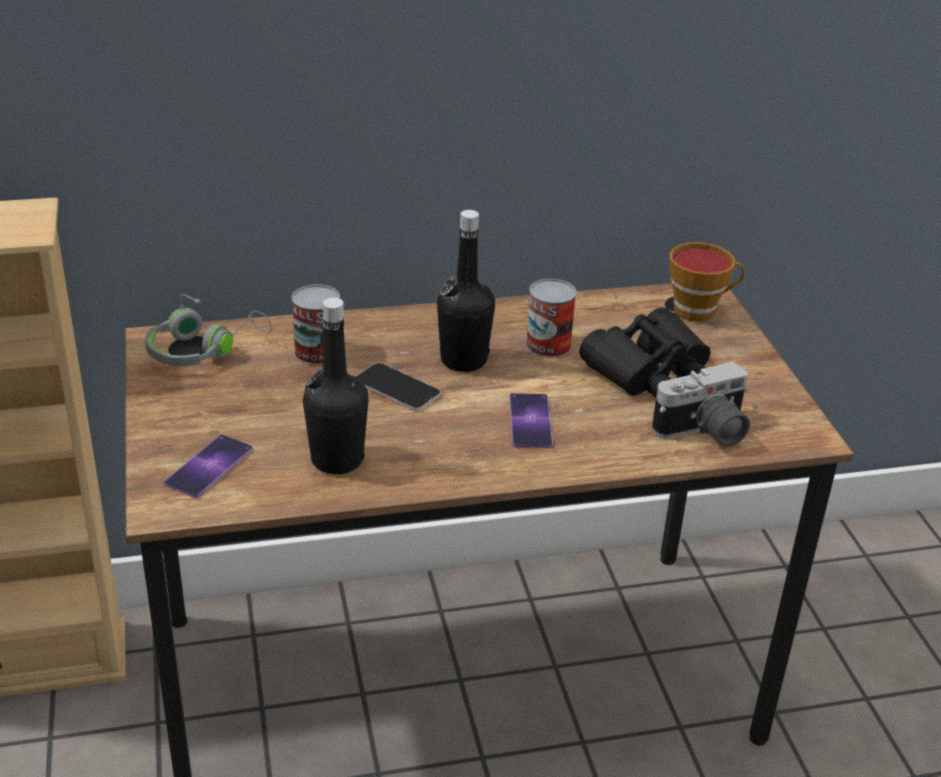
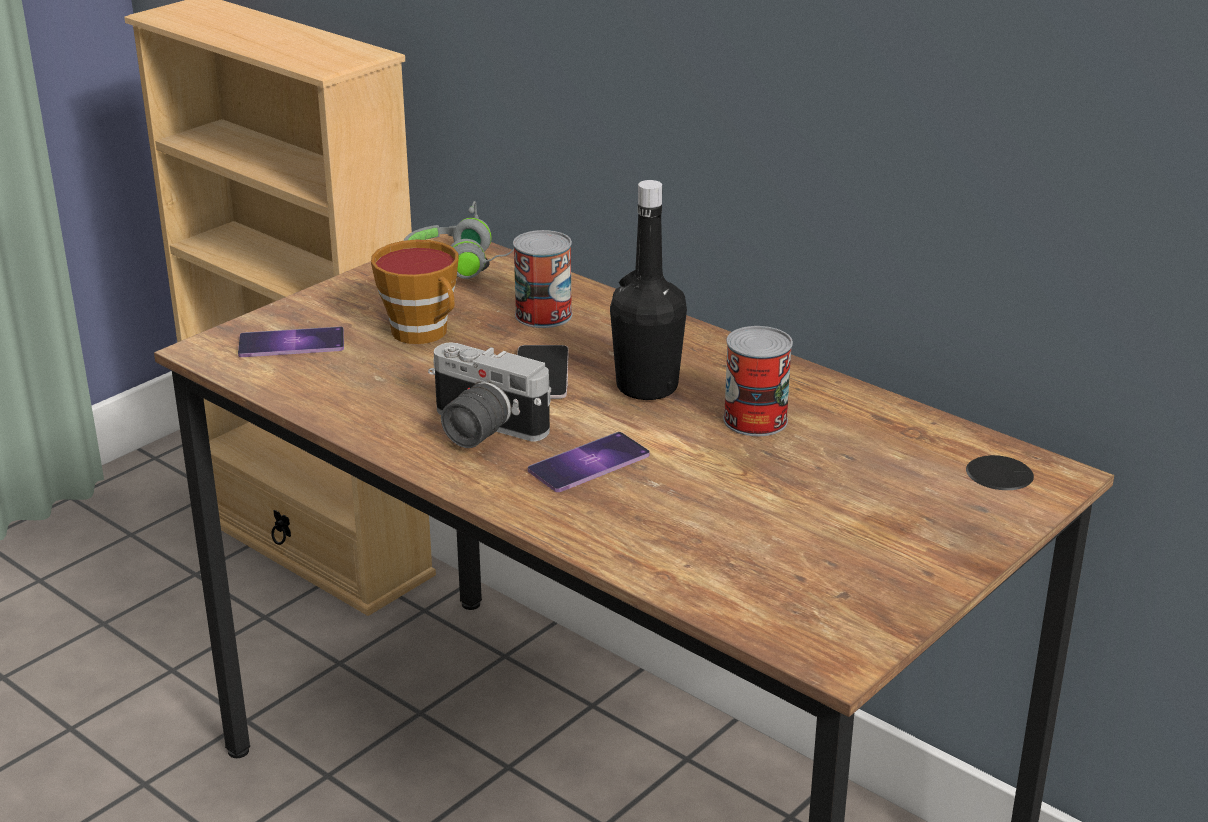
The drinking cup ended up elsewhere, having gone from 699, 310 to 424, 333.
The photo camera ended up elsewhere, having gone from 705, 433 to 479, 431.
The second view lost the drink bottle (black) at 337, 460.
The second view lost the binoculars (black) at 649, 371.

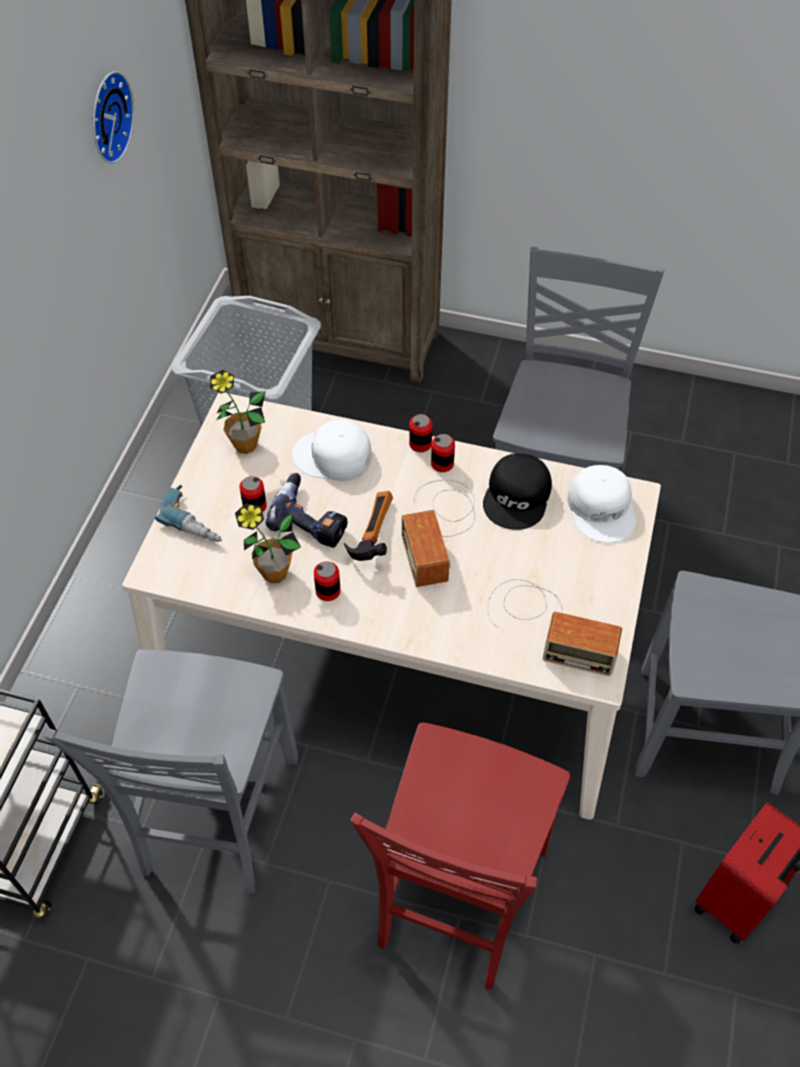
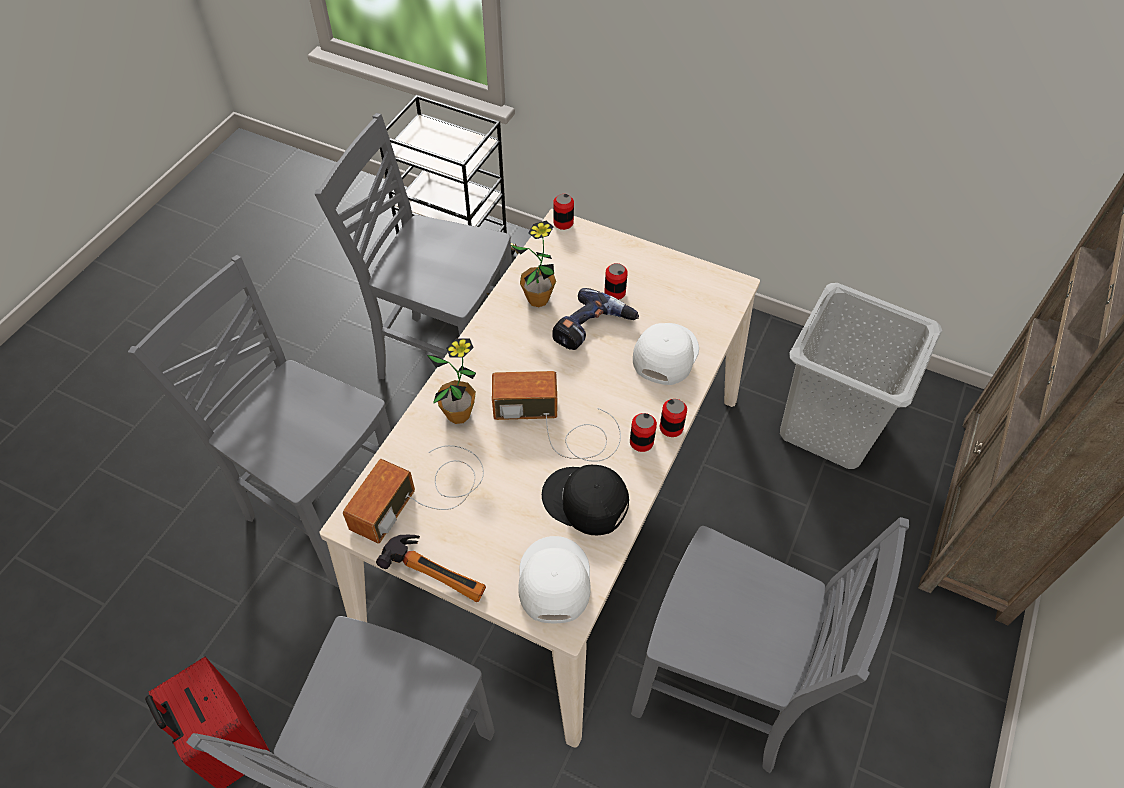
What was the upright chair (red-coloured) at 457, 898 turned into the upright chair (greyish) at 323, 510.
The tool hammer ended up elsewhere, having gone from 369, 534 to 438, 573.
The houseplant ended up elsewhere, having gone from 245, 445 to 458, 414.
The baseball cap (whitish) at 602, 508 ended up facing another way, 90 degrees clockwise from before.
The sealed can ended up elsewhere, having gone from 328, 591 to 563, 223.
The second view lost the clock on the wall at 106, 116.
The second view lost the drill at 196, 519.

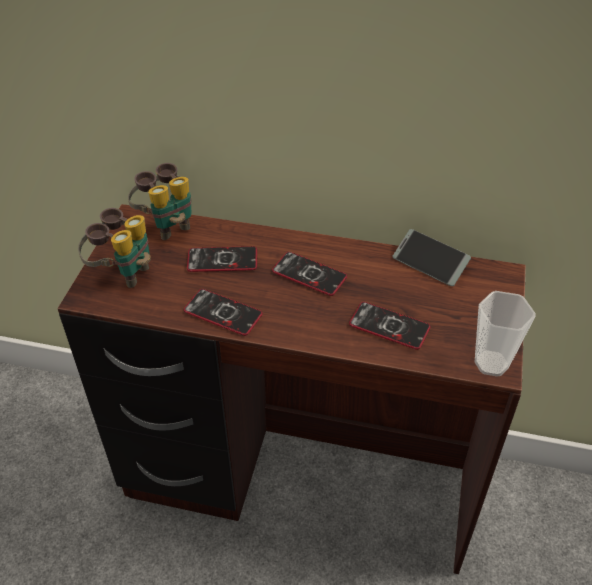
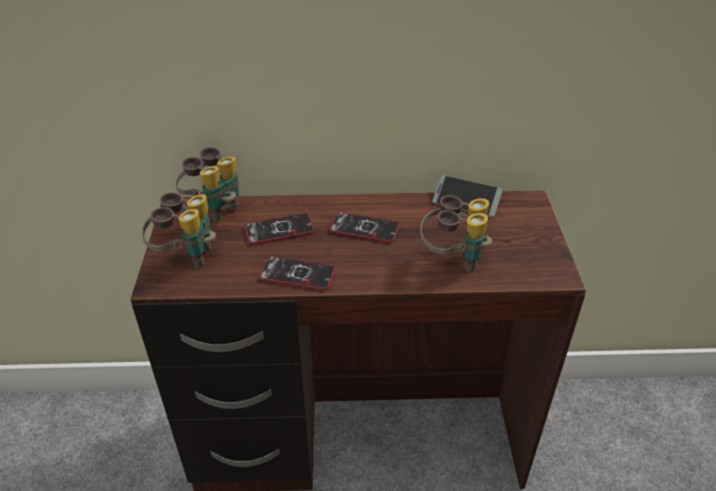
Where the phone stood at 389, 326, the binoculars came to stand at 453, 258.
The second view lost the drinking cup at 491, 363.

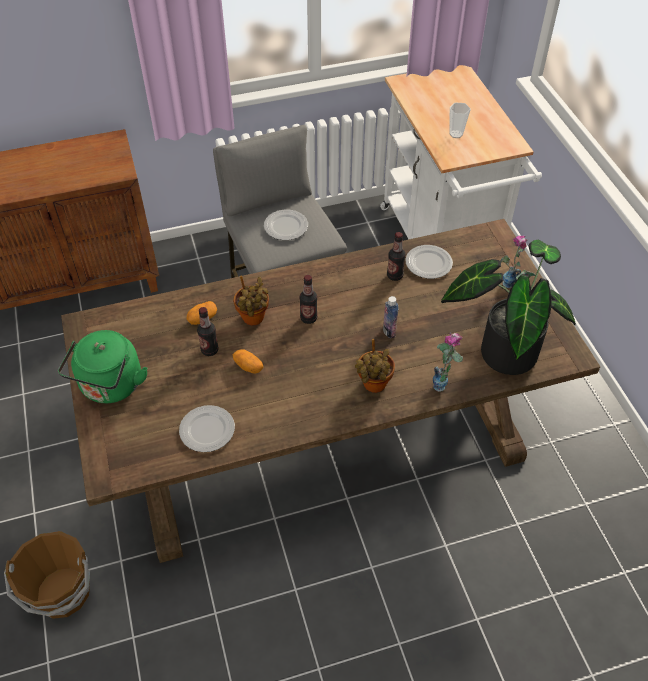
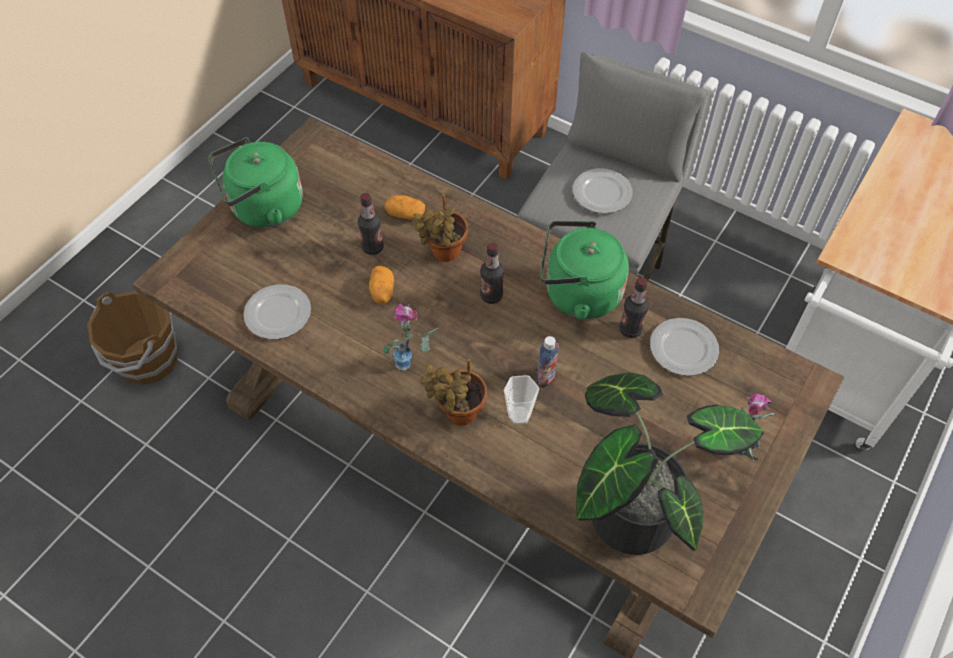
The decorative vase ended up elsewhere, having gone from 444, 382 to 414, 365.
The drinking cup ended up elsewhere, having gone from 456, 134 to 519, 415.
The second view gained the kettle (green-coloured) at 577, 294.

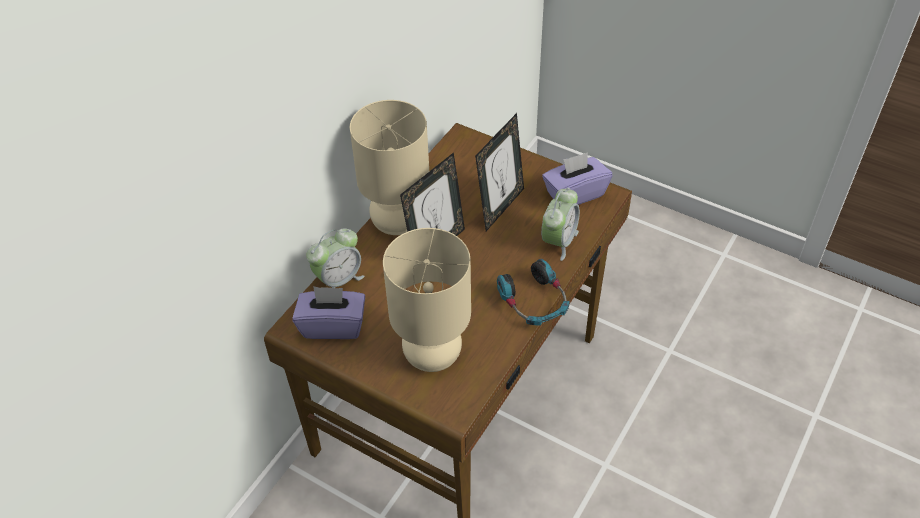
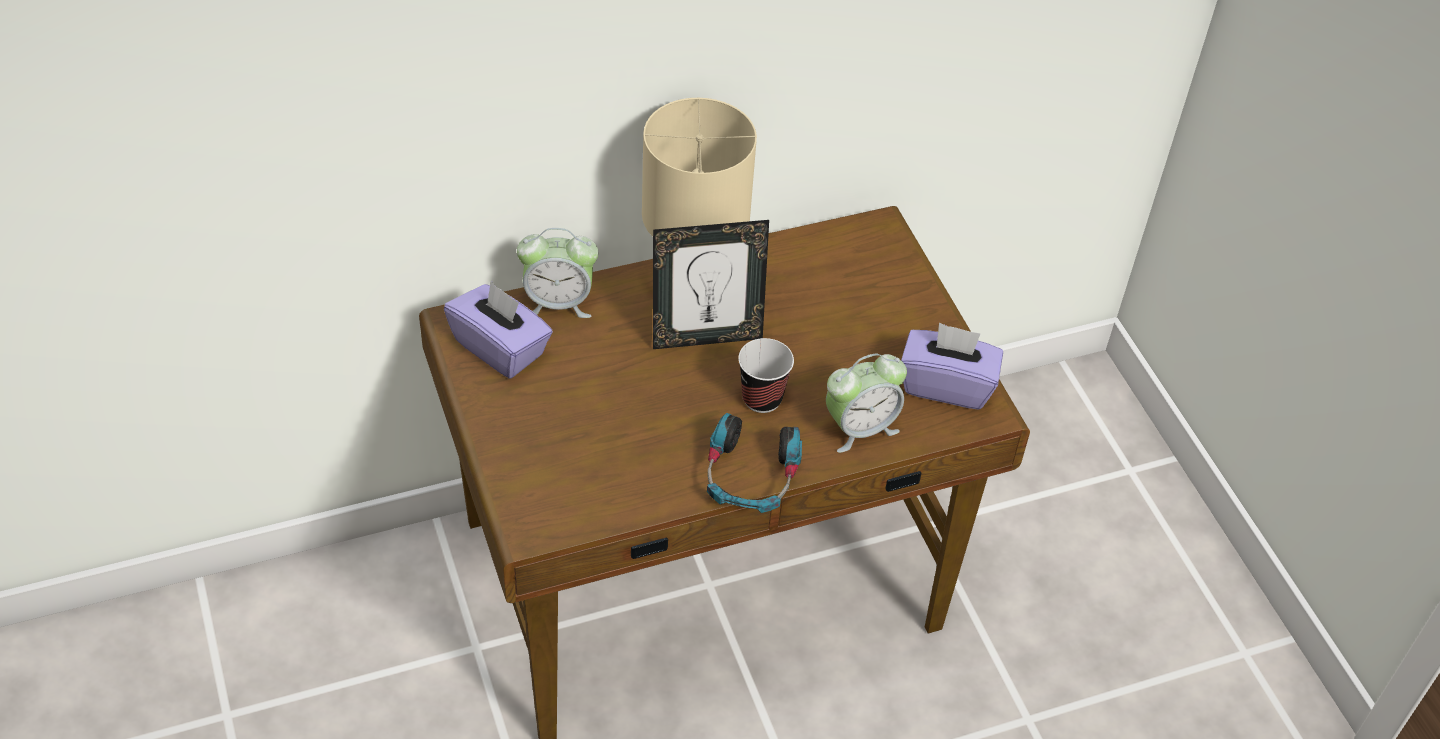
The second view gained the drinking cup at 762, 398.
The second view lost the tabletop lamp (sand-coloured) at 433, 354.
The second view lost the picture frame at 500, 207.

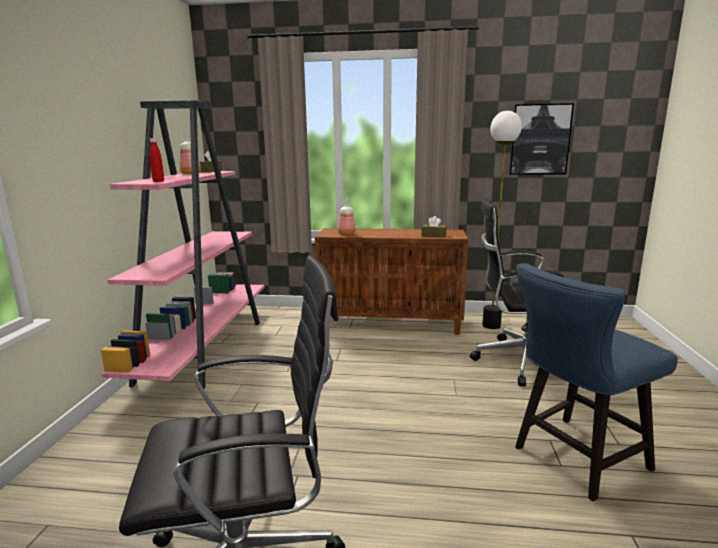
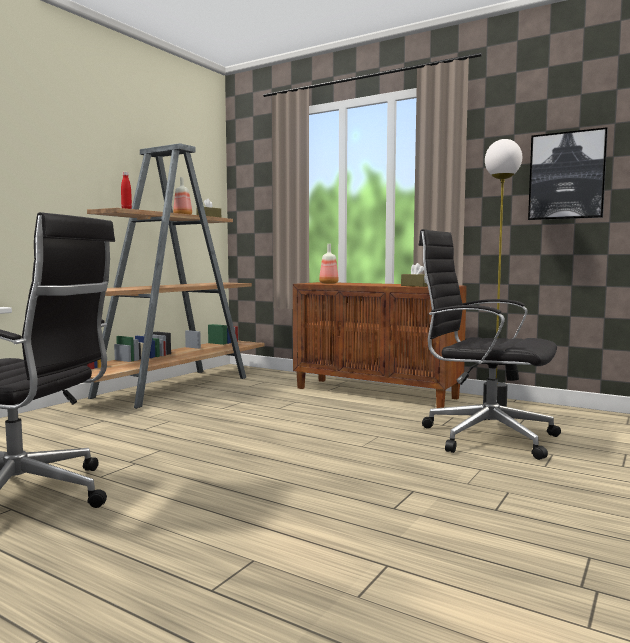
What was the shelving unit (pink-coloured) at 204, 349 turned into the shelving unit (brownish) at 175, 387.
The second view lost the upright chair (blue-coloured) at 573, 460.

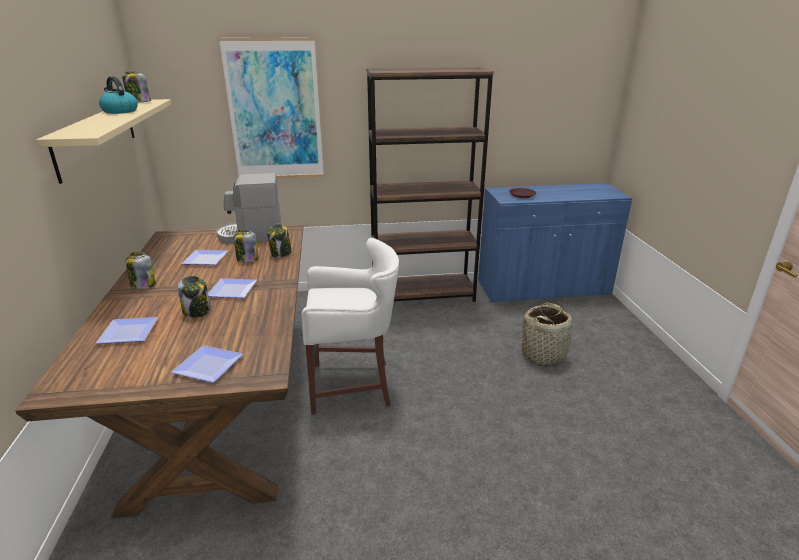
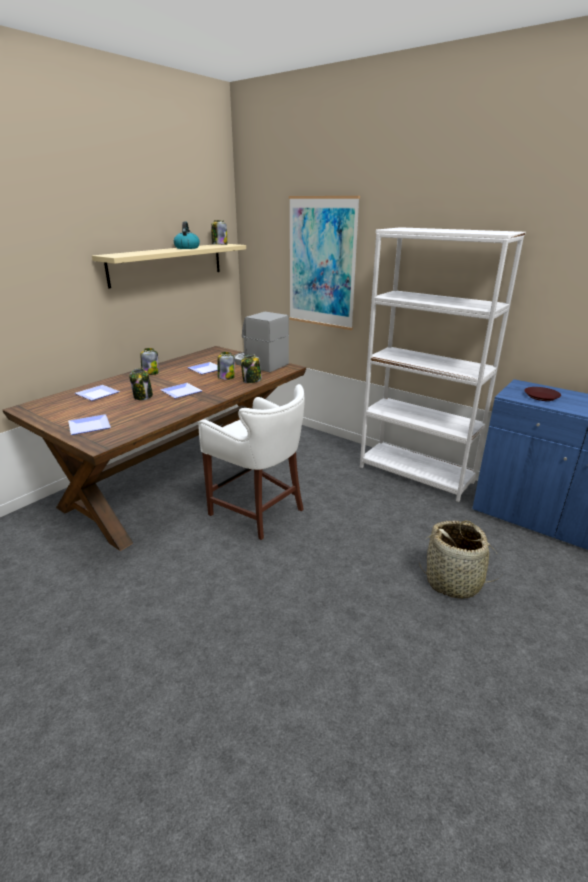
What was the shelving unit (brownish) at 423, 295 turned into the shelving unit (whitish) at 416, 474.

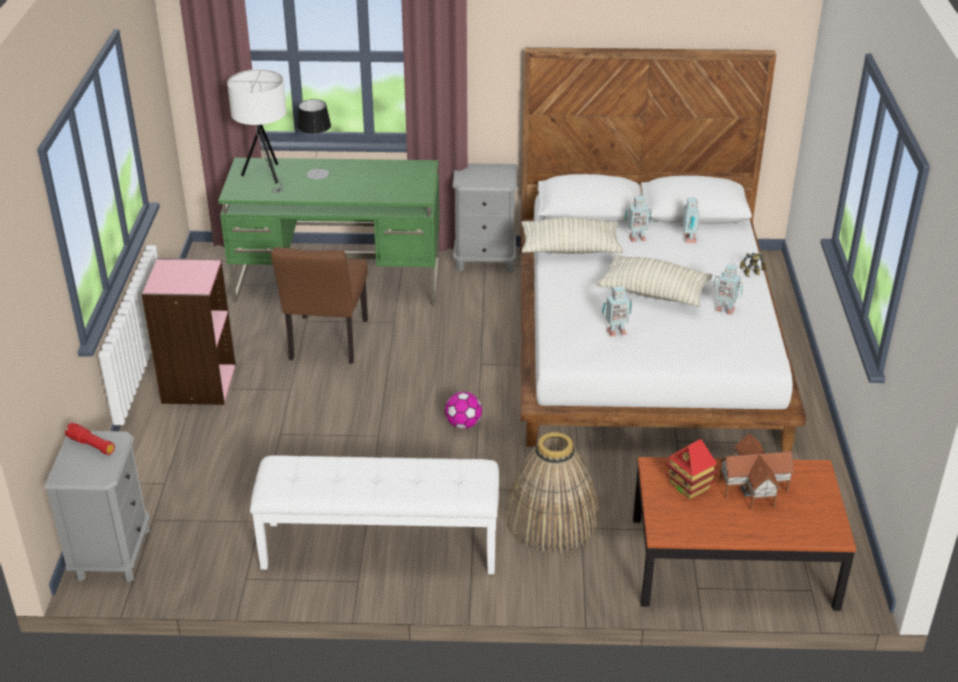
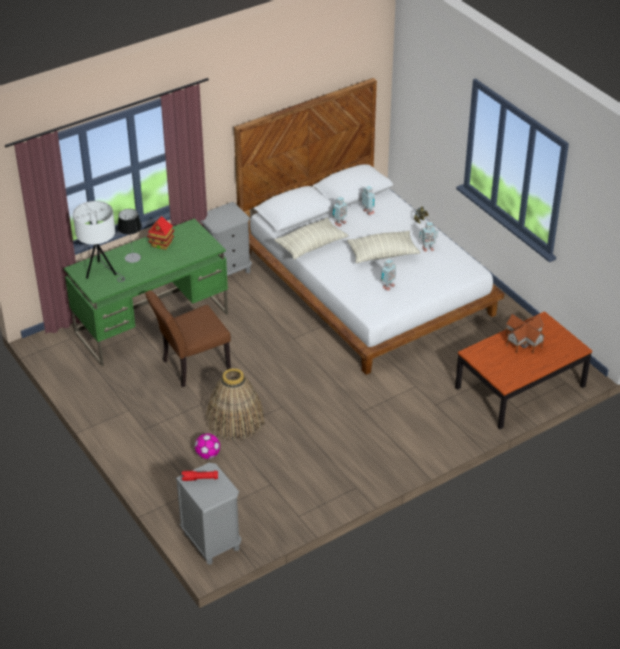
The upright chair (brownish) at 326, 344 ended up facing another way, 90 degrees clockwise from before.
The toy house ended up elsewhere, having gone from 689, 486 to 161, 244.
The football ball ended up elsewhere, having gone from 463, 424 to 208, 455.
The storage basket ended up elsewhere, having gone from 551, 519 to 235, 420.
The second view lost the shelving unit (pink-coloured) at 198, 384.
The second view lost the bench (whitish) at 379, 548.

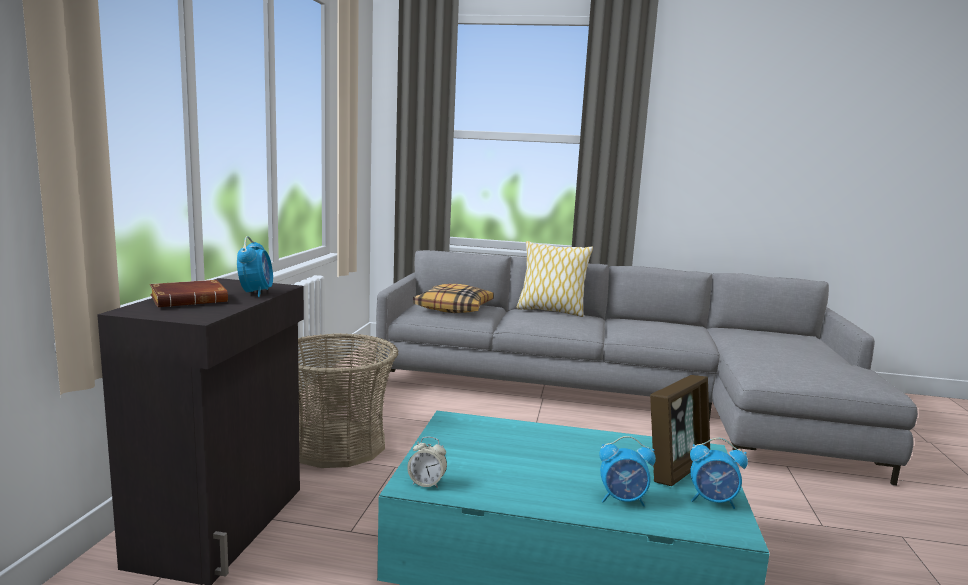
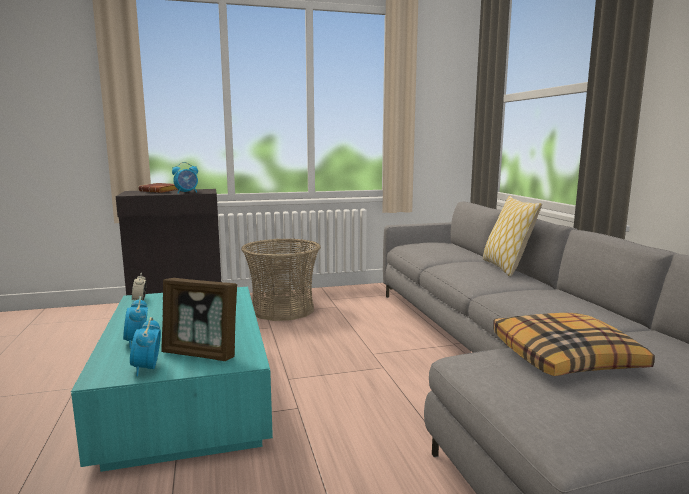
The pillow ended up elsewhere, having gone from 454, 308 to 565, 358.

